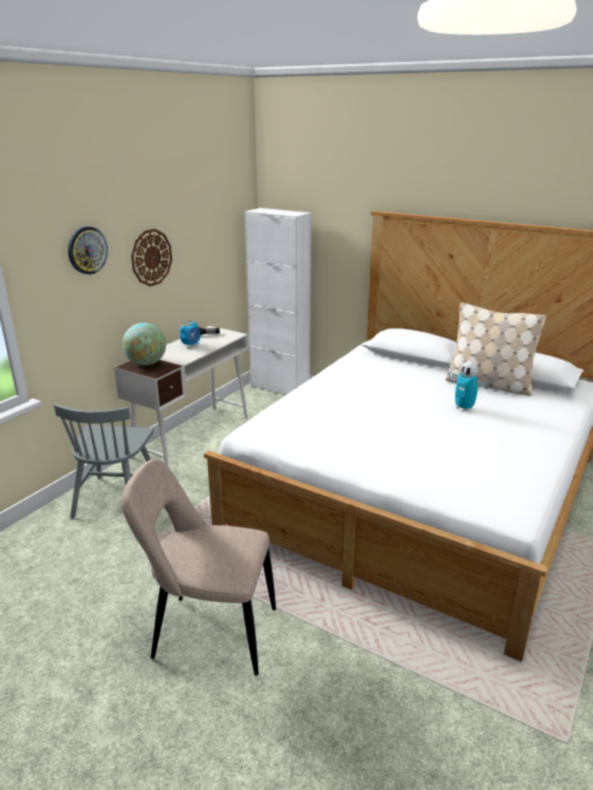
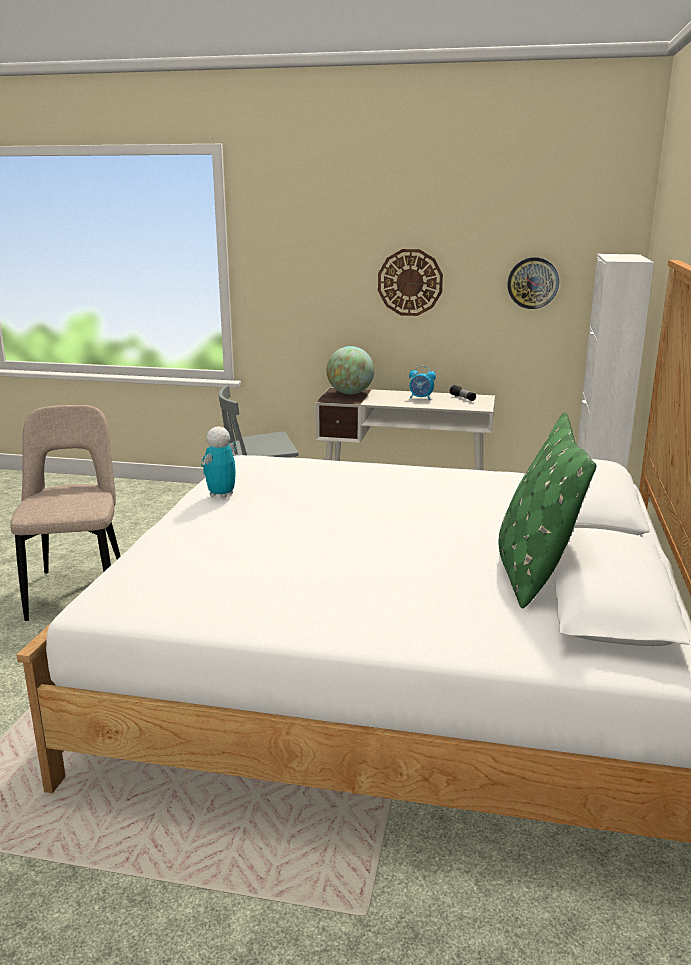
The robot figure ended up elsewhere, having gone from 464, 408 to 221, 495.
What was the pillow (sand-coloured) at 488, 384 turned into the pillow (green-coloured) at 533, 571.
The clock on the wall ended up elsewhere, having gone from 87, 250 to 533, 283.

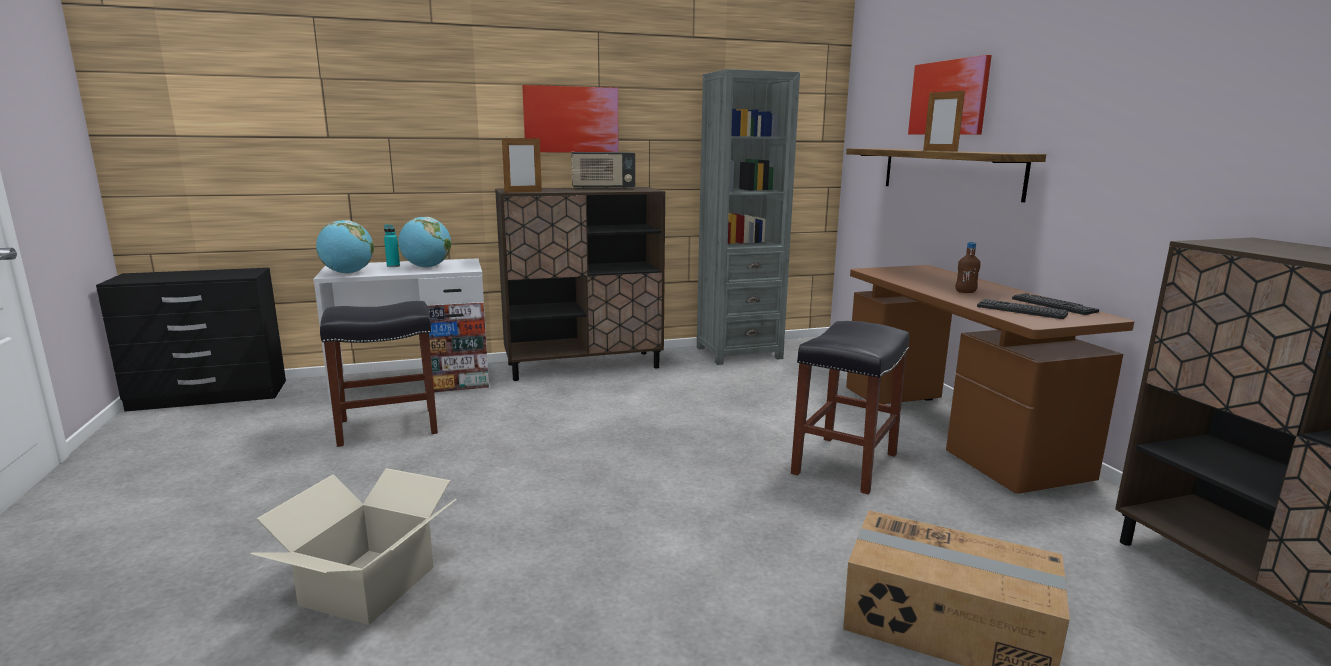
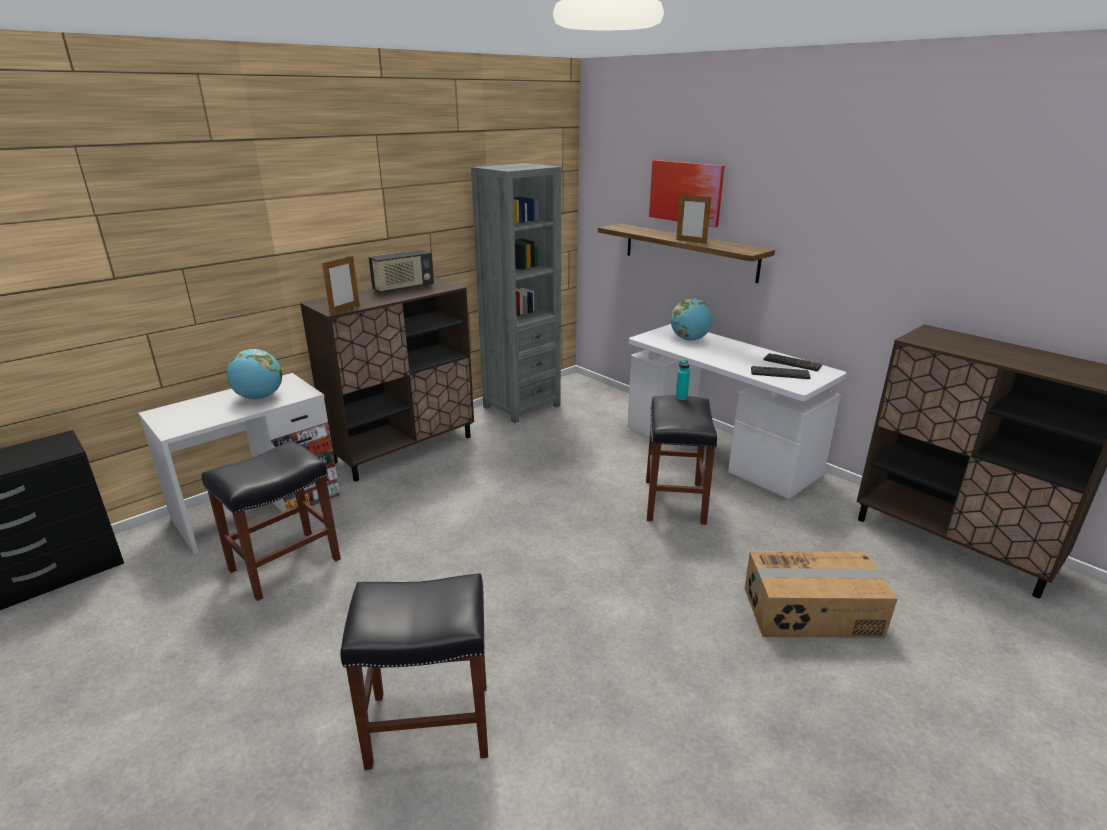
Where the carton stood at 370, 585, the stool seat (black) came to stand at 431, 723.
What was the desk unit (brownish) at 952, 429 turned into the desk unit (whitish) at 718, 451.
The globe ended up elsewhere, having gone from 348, 273 to 689, 339.
The drink bottle (turquoise-coloured) ended up elsewhere, having gone from 393, 266 to 681, 398.
The second view lost the wall art at 571, 119.
The second view lost the drink bottle (brownish) at 965, 292.

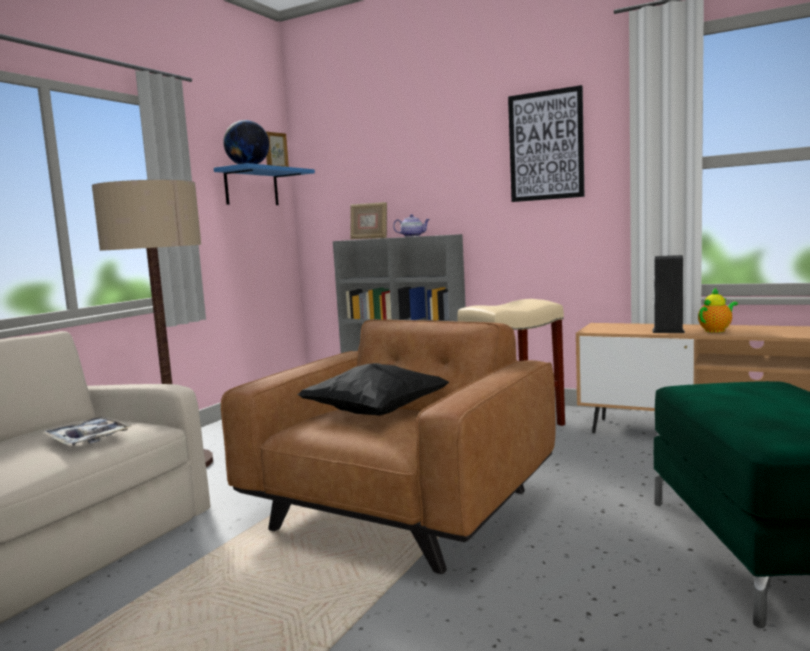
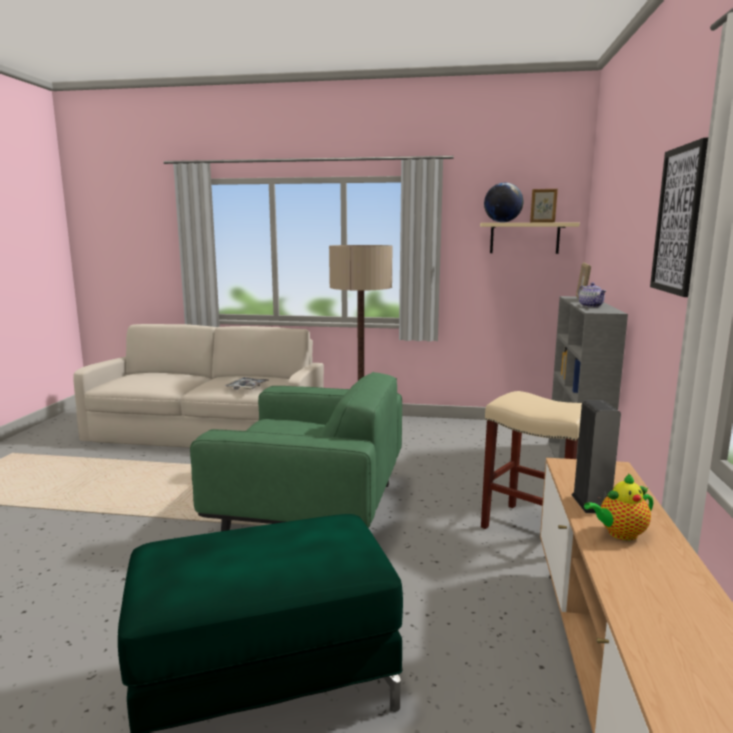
What was the easy chair (brownish) at 401, 510 turned into the easy chair (green-coloured) at 311, 507.
What was the bracket shelf (blue-coloured) at 251, 187 turned into the bracket shelf (sand-coloured) at 524, 238.
The tea pot at 716, 330 ended up facing another way, 120 degrees clockwise from before.
The second view lost the pillow (black) at 375, 413.

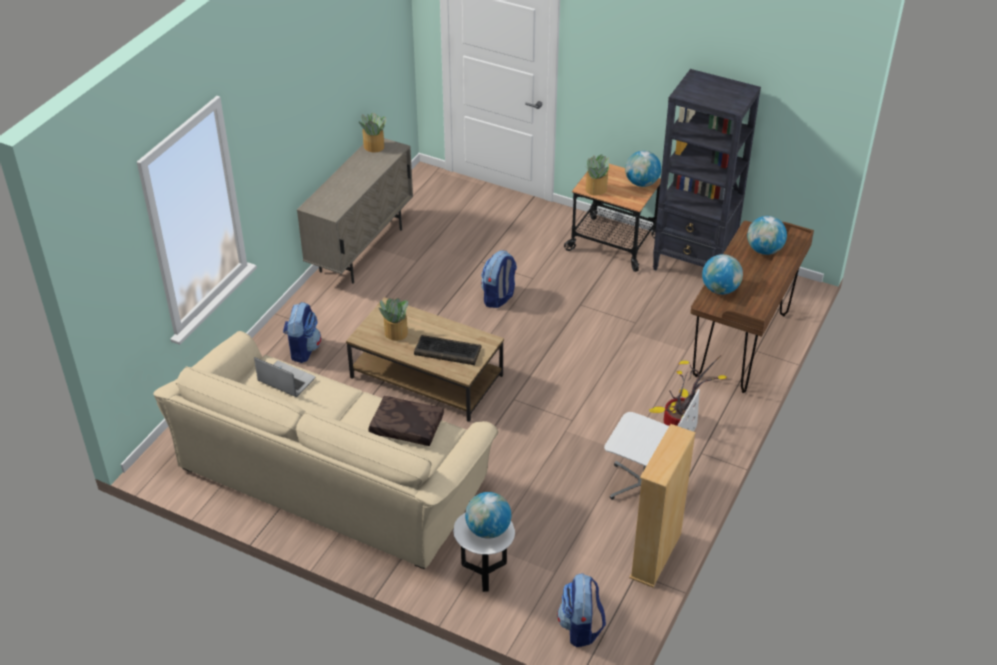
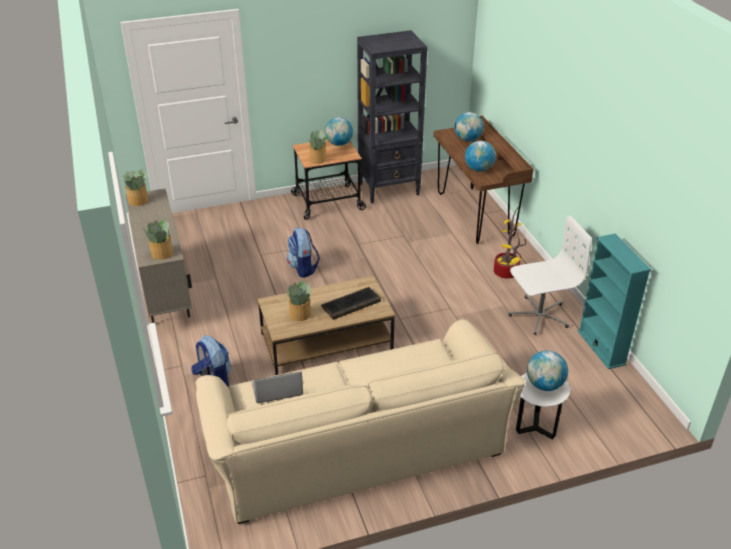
The second view gained the houseplant at 161, 253.
What was the shelving unit (sand-coloured) at 656, 556 turned into the shelving unit (turquoise-coloured) at 601, 347.
The second view lost the pillow (brownish) at 406, 427.
The second view lost the rucksack at 580, 627.

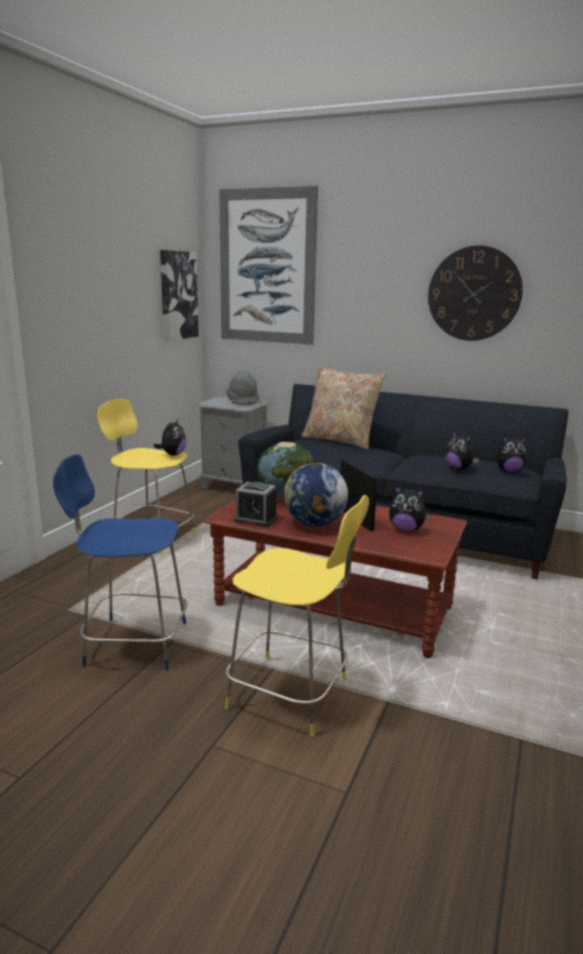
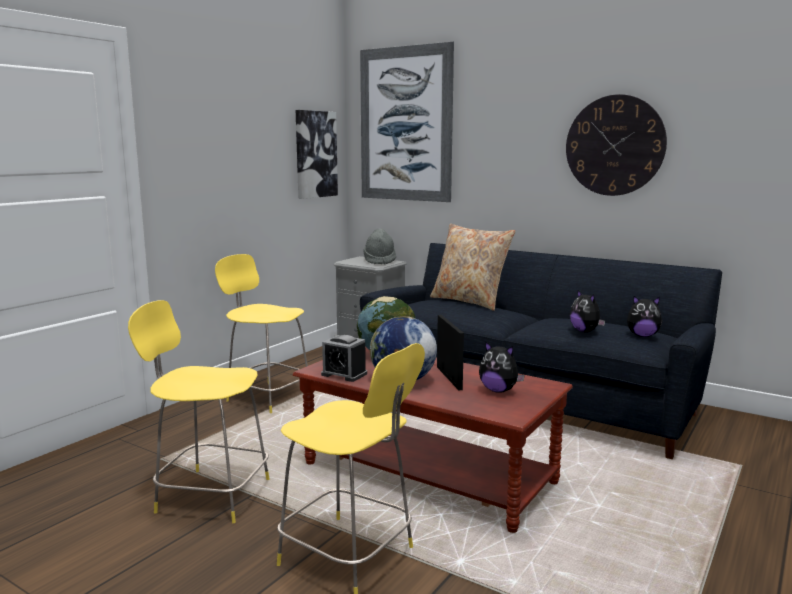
What was the stool seat (blue-coloured) at 133, 643 turned into the stool seat (yellow) at 210, 495.
The second view lost the plush toy at 172, 454.

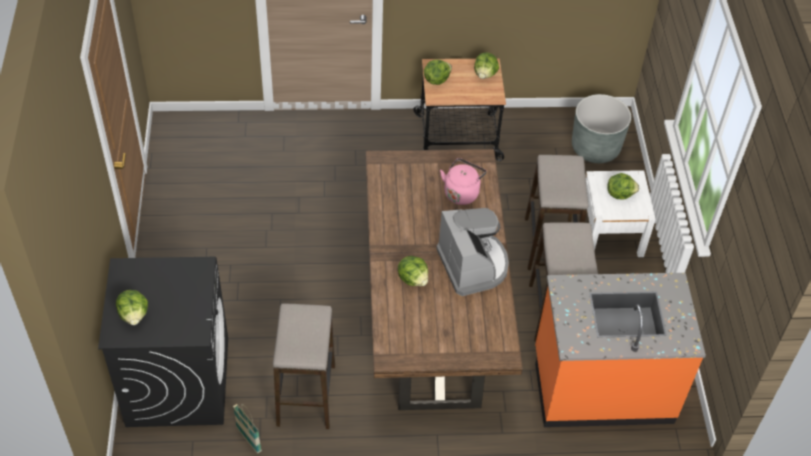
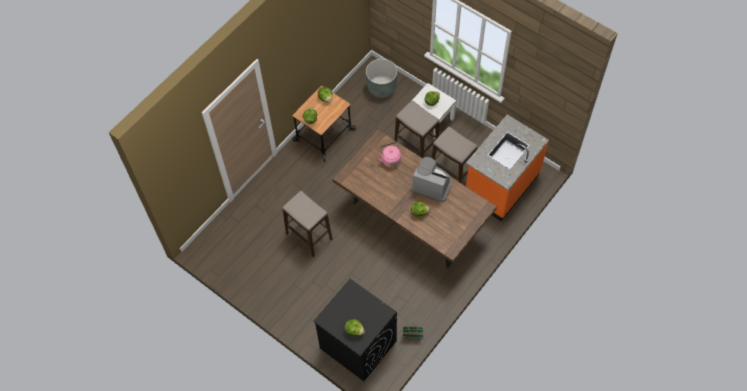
The stool seat ended up elsewhere, having gone from 306, 395 to 309, 237.

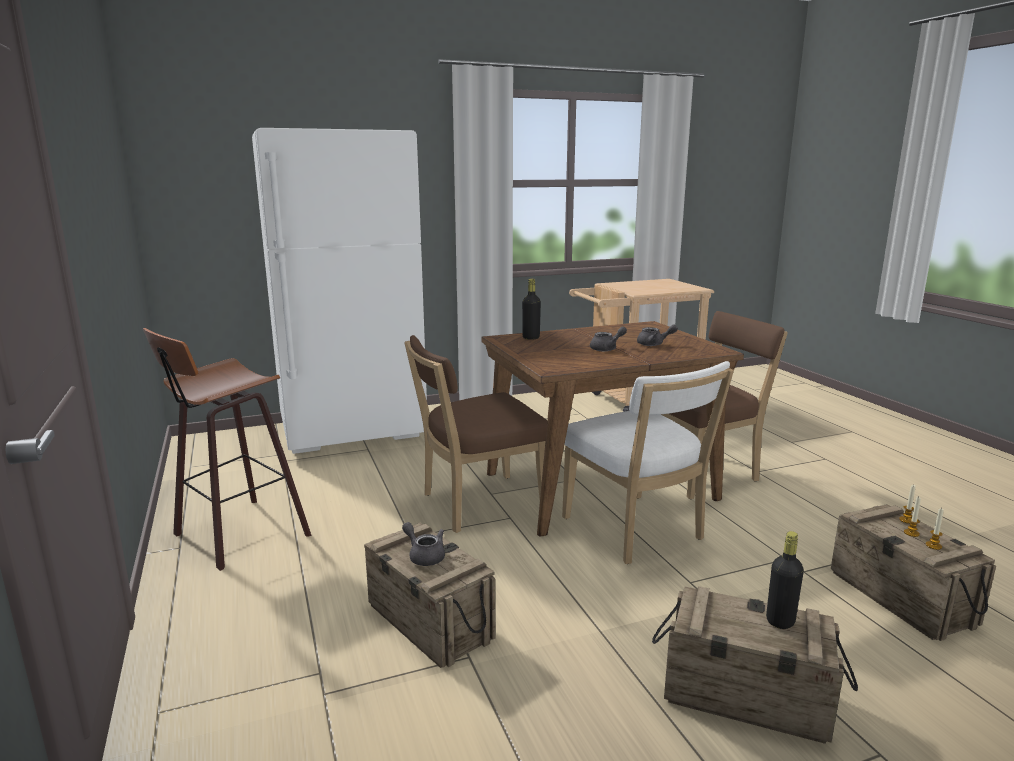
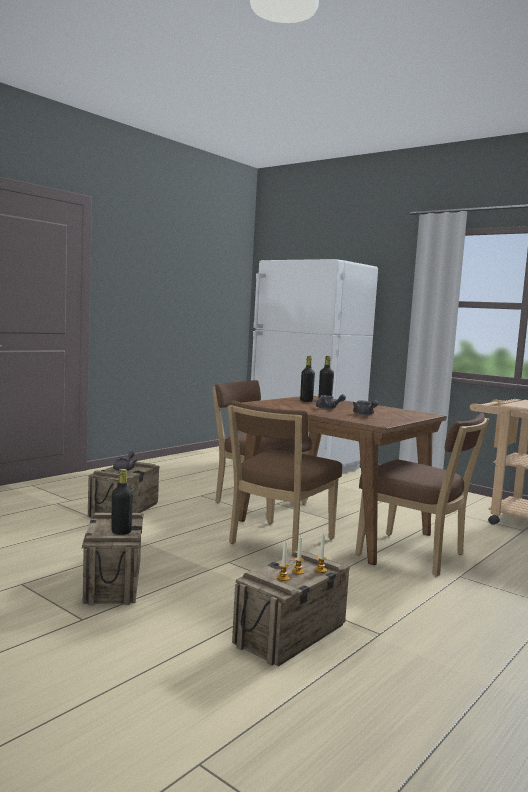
What was the upright chair (whitish) at 636, 531 turned into the upright chair (brownish) at 278, 542.
The second view gained the drink bottle (black) at 306, 401.
The second view lost the stool seat at 237, 535.

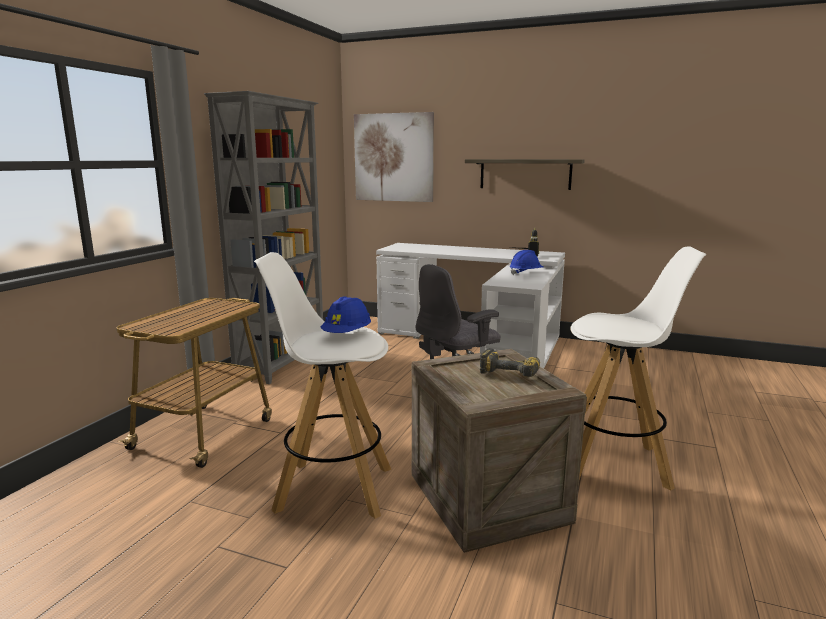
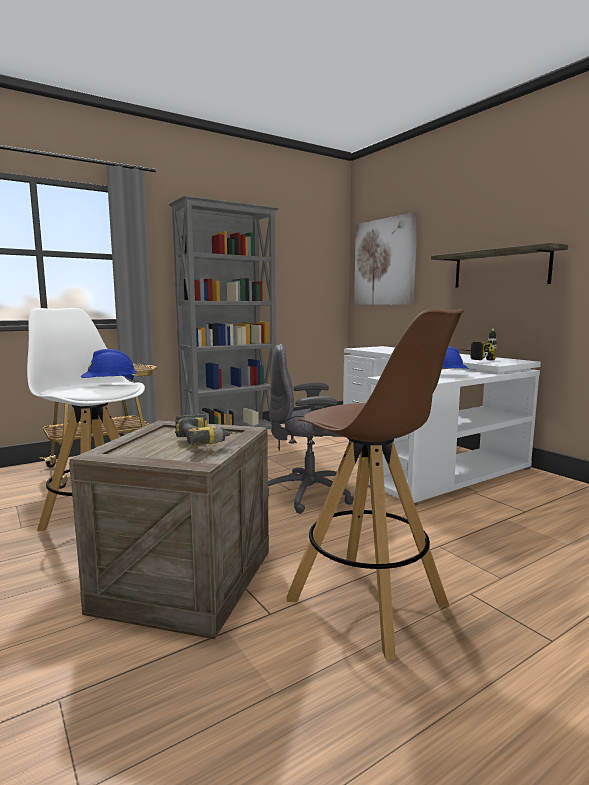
What was the stool seat (whitish) at 615, 463 turned into the stool seat (brownish) at 368, 603.

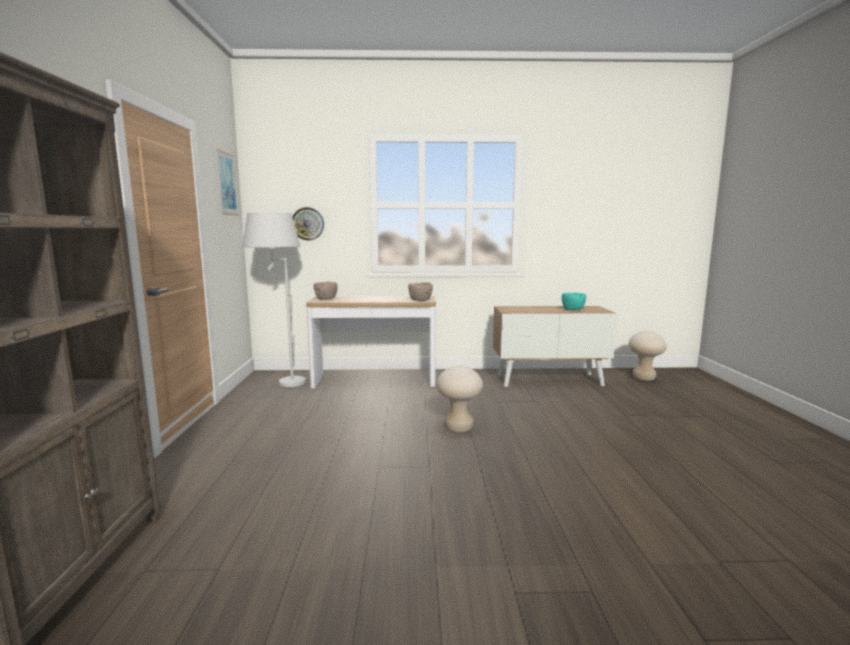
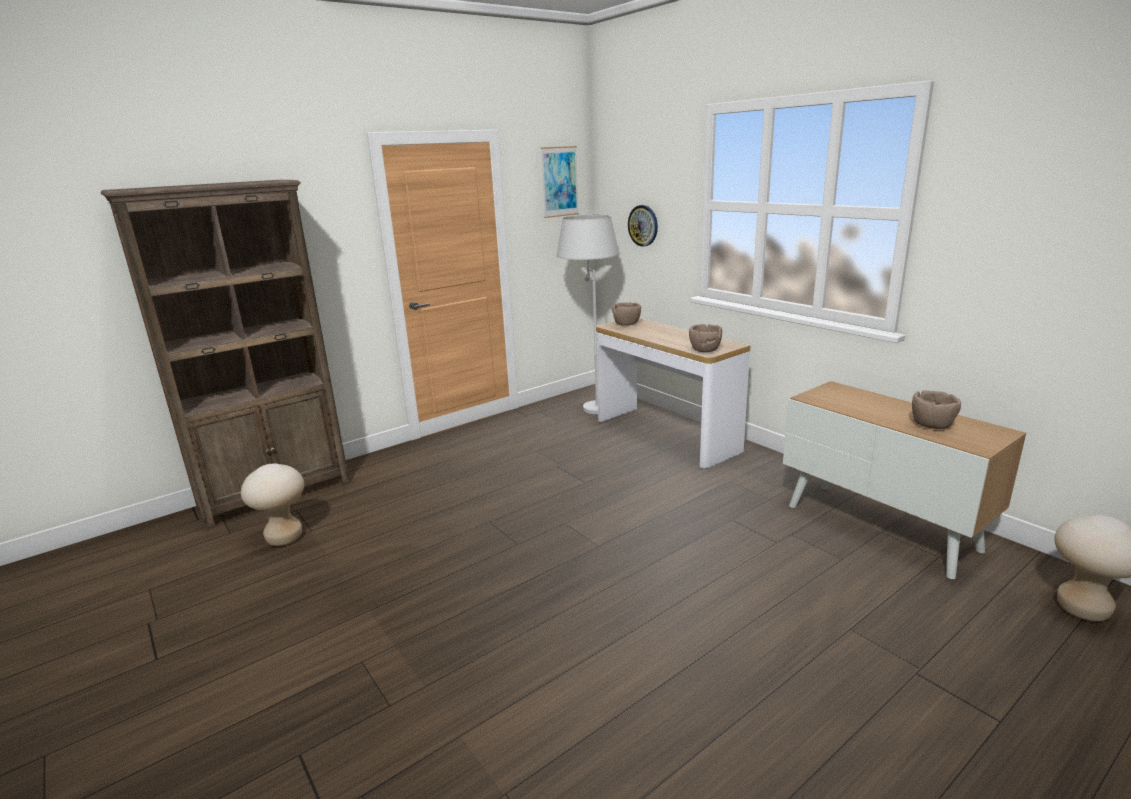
The stool seat (sand-coloured) ended up elsewhere, having gone from 459, 428 to 284, 538.
What was the bowl (turquoise-coloured) at 573, 309 turned into the bowl (brownish) at 932, 425.

